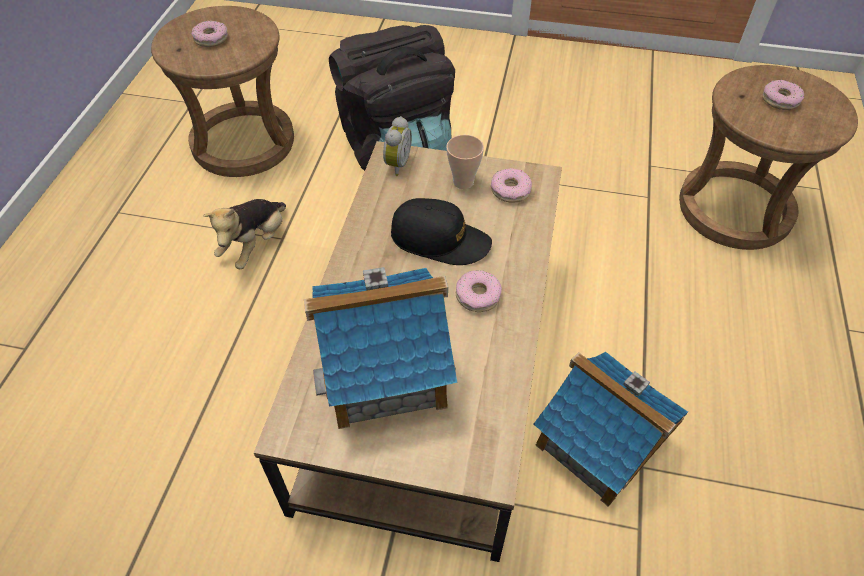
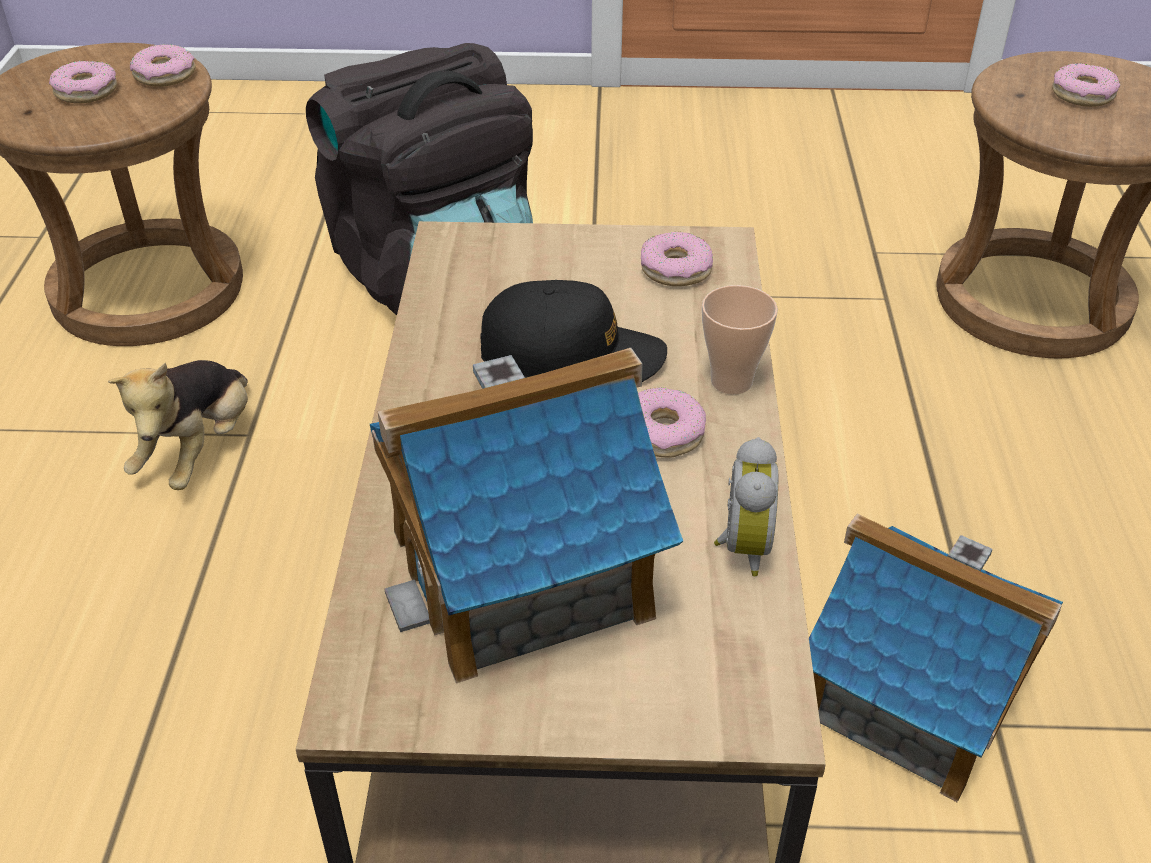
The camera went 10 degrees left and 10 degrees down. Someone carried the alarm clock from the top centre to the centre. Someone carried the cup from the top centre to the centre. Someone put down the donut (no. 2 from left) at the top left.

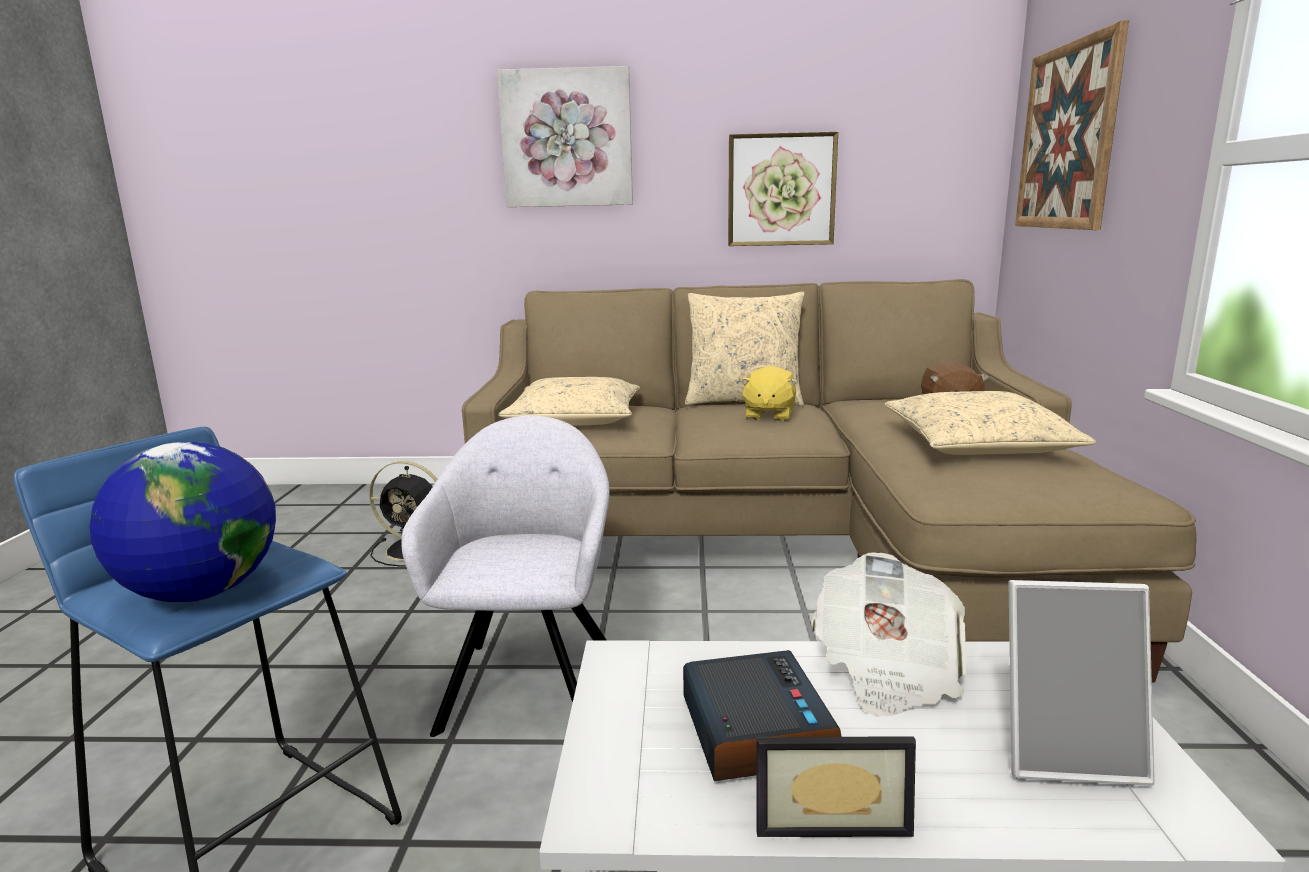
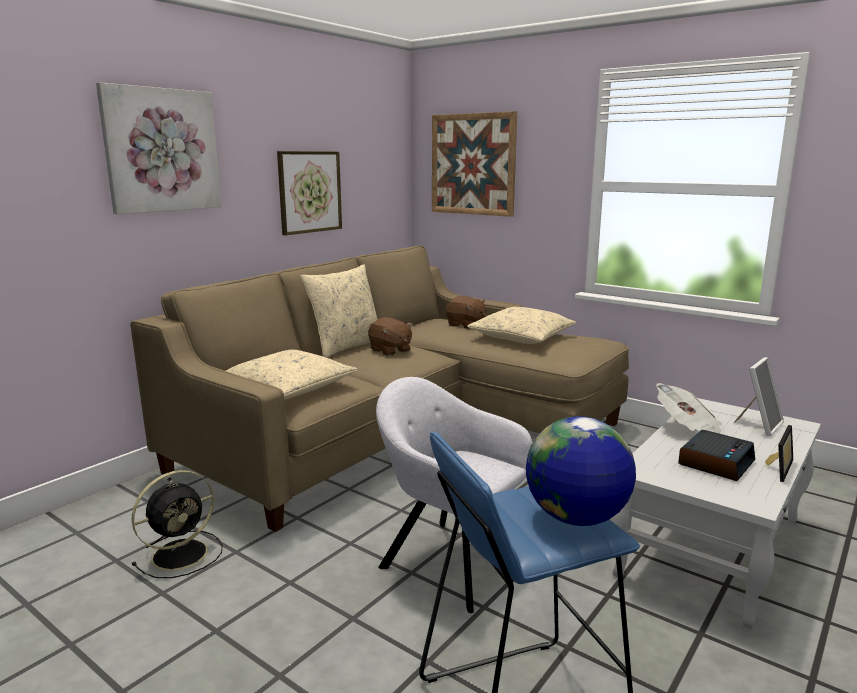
The camera went 55 degrees left and 0 degrees up. Someone rotated the alarm clock at the bottom centre by 105 degrees clockwise. Someone repainted the plush toy (yellow) at the centre, which became the plush toy (brown) (no. 1 from left) at the centre.

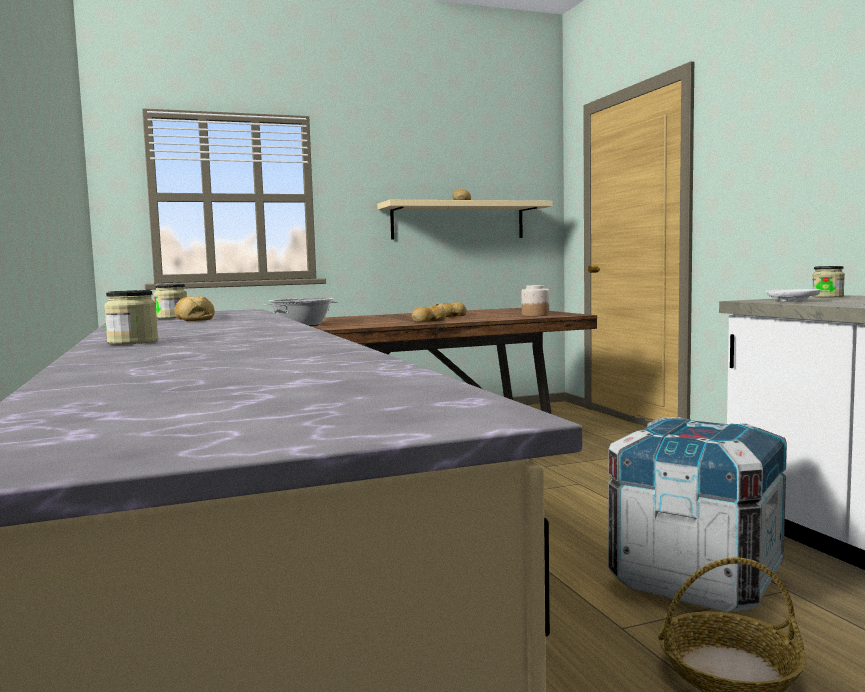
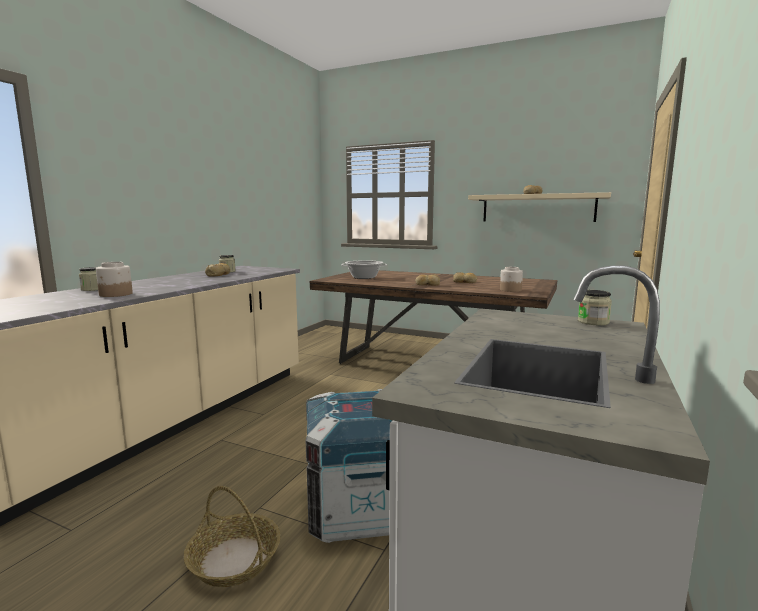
The camera went 45 degrees right and 5 degrees up. Someone took away the plate (white) at the middle right. Someone put down the jar (no. 2 from left) at the middle left.

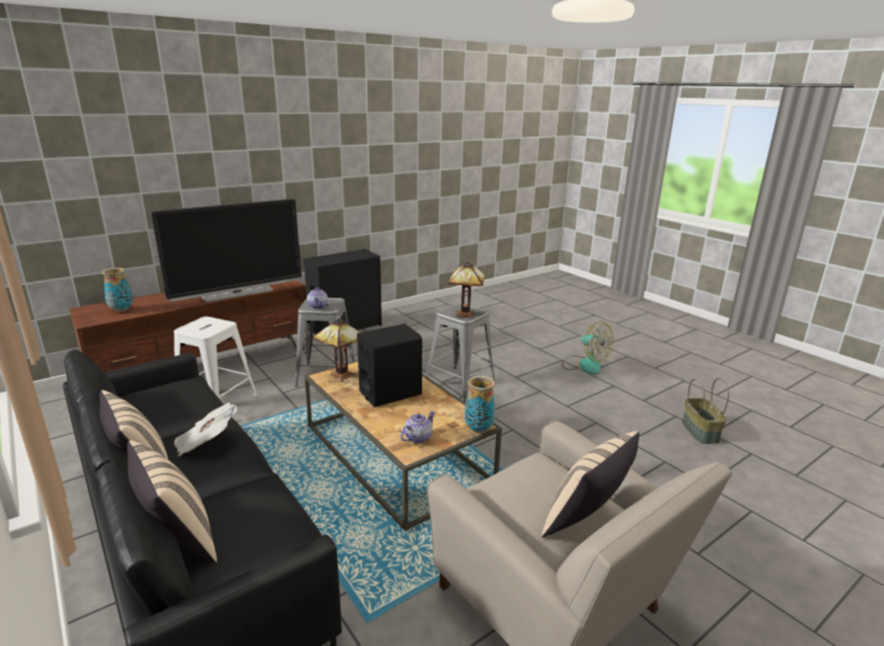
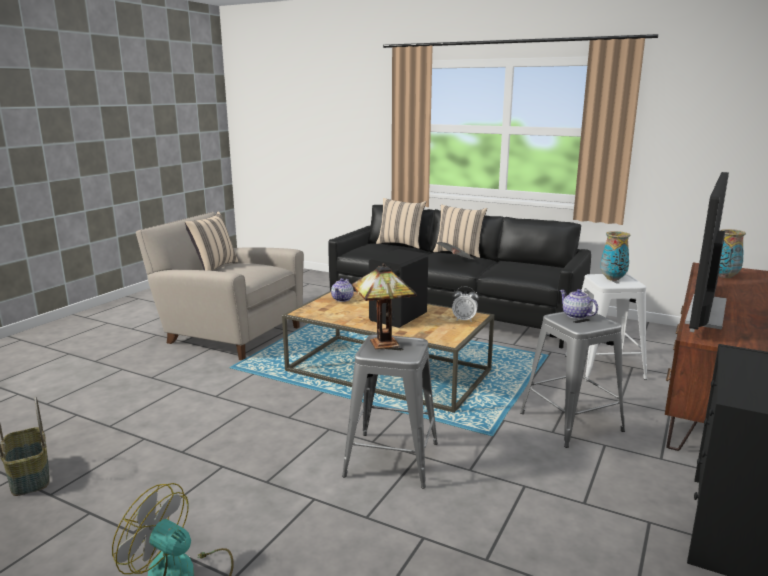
The camera went 155 degrees right and 5 degrees down. Someone swapped the table lamp (no. 1 from left) at the centre for the alarm clock at the centre. Someone carried the vase (no. 2 from left in the first image) from the centre to the middle right.

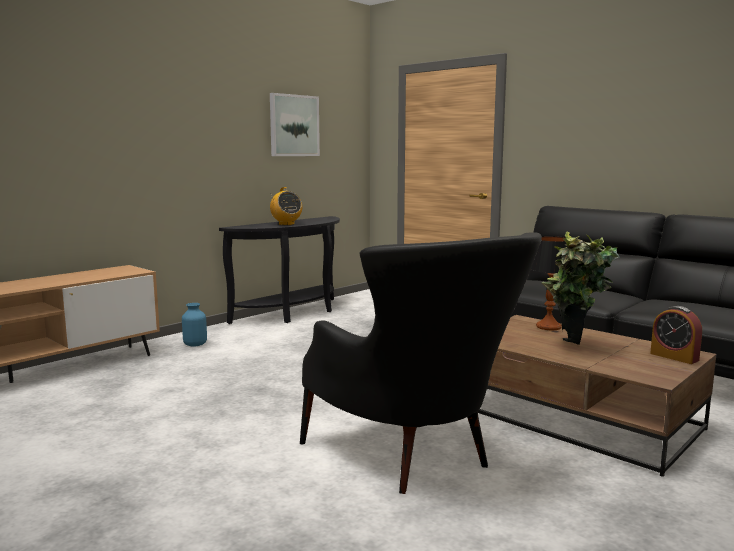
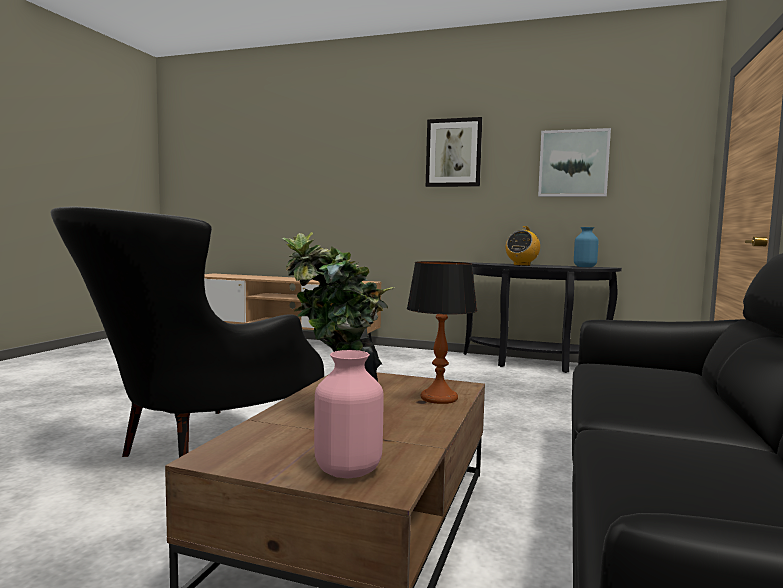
The camera went 65 degrees right and 5 degrees down. Someone carried the vase (blue) from the middle left to the middle right. Someone swapped the alarm clock at the middle right for the vase (pink) at the bottom centre. Someone put up the picture (no. 1 from left) at the top centre.

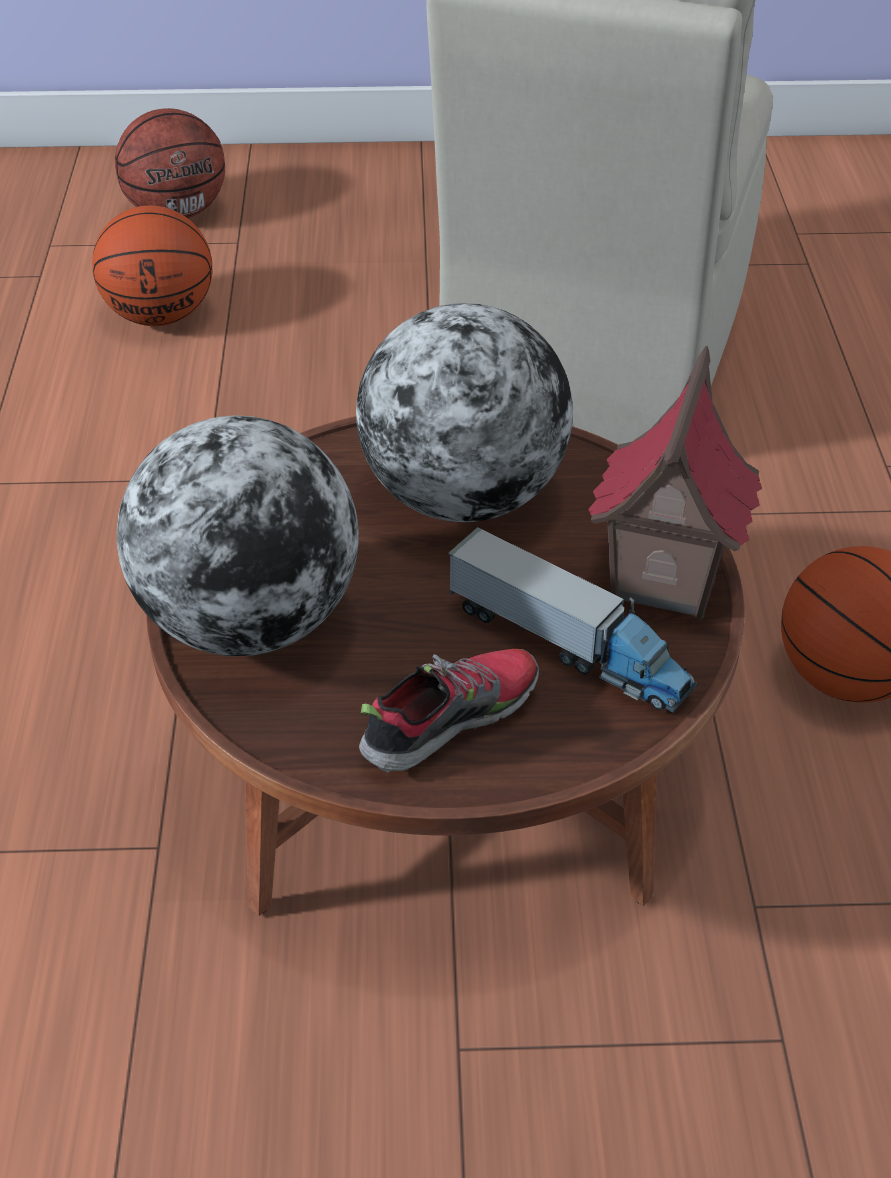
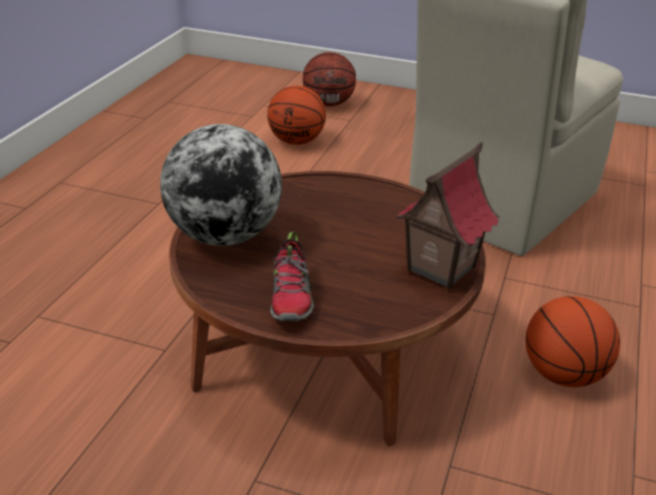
The camera went 20 degrees right and 10 degrees down. Someone took away the globe (no. 2 from left) at the centre. Someone rotated the shoe at the centre by 105 degrees clockwise. Someone took away the toy truck at the centre.

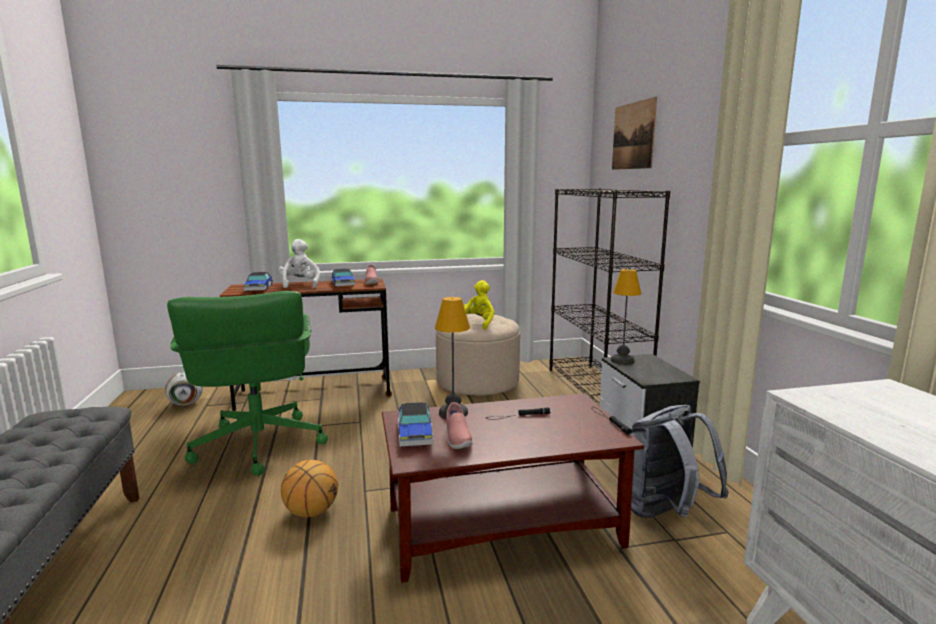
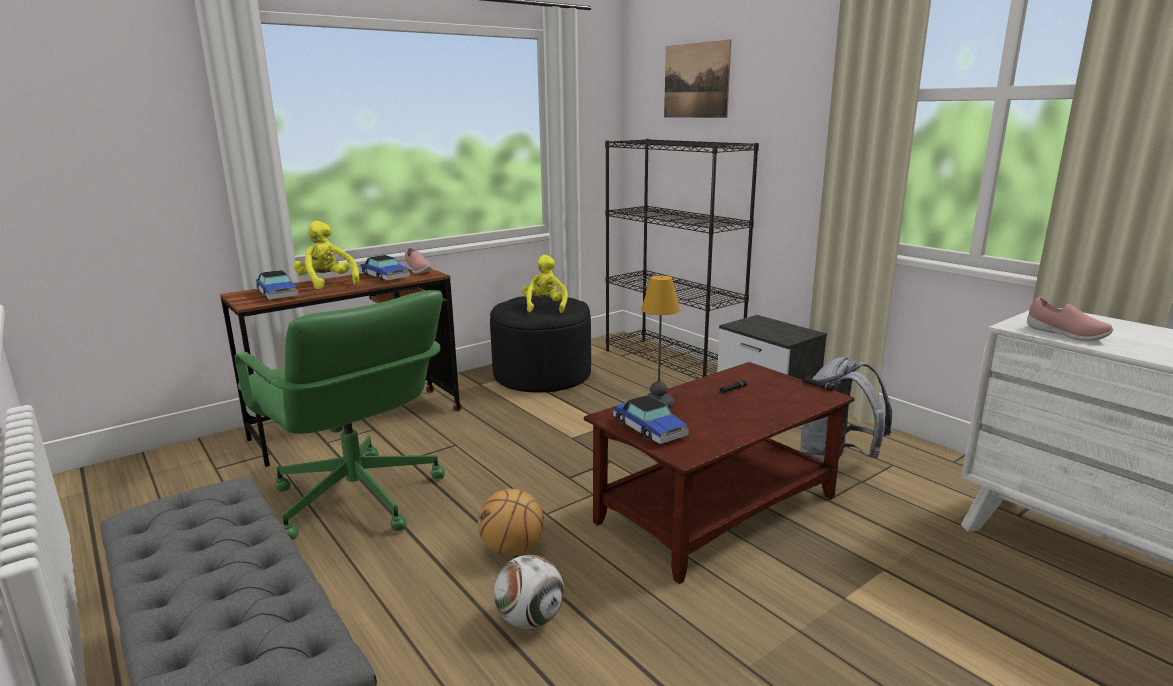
The camera went 25 degrees left and 5 degrees up. Someone carried the football from the middle left to the bottom centre. Someone repainted the plush toy (white) at the middle left, which became the plush toy (yellow) (no. 1 from left) at the middle left. Someone repainted the ottoman (beige) at the centre, which became the ottoman (black) at the centre. Someone carried the shoe (pink) (no. 2 from left) from the bottom centre to the middle right. Someone took away the table lamp (no. 2 from left) at the middle right.

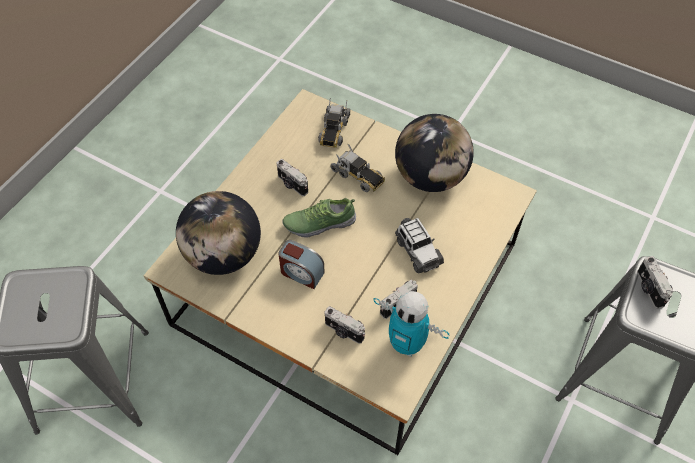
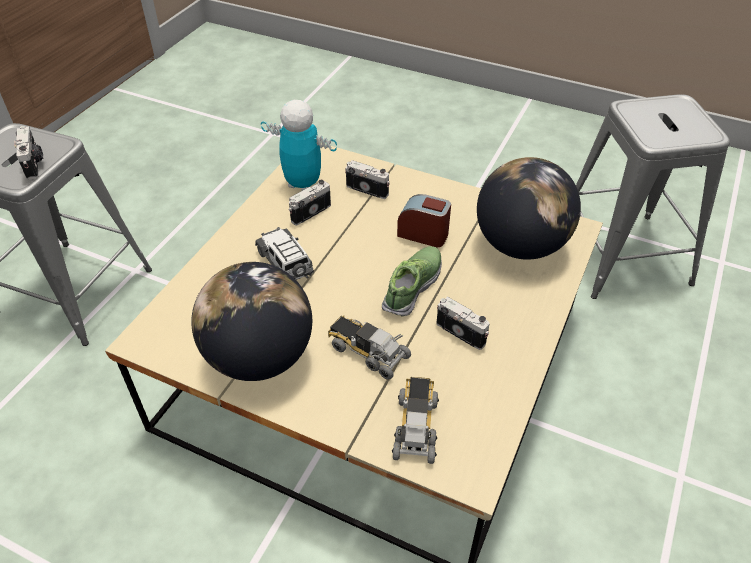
The camera went 175 degrees right and 10 degrees down. Someone rotated the shoe at the centre by 45 degrees counterclockwise.

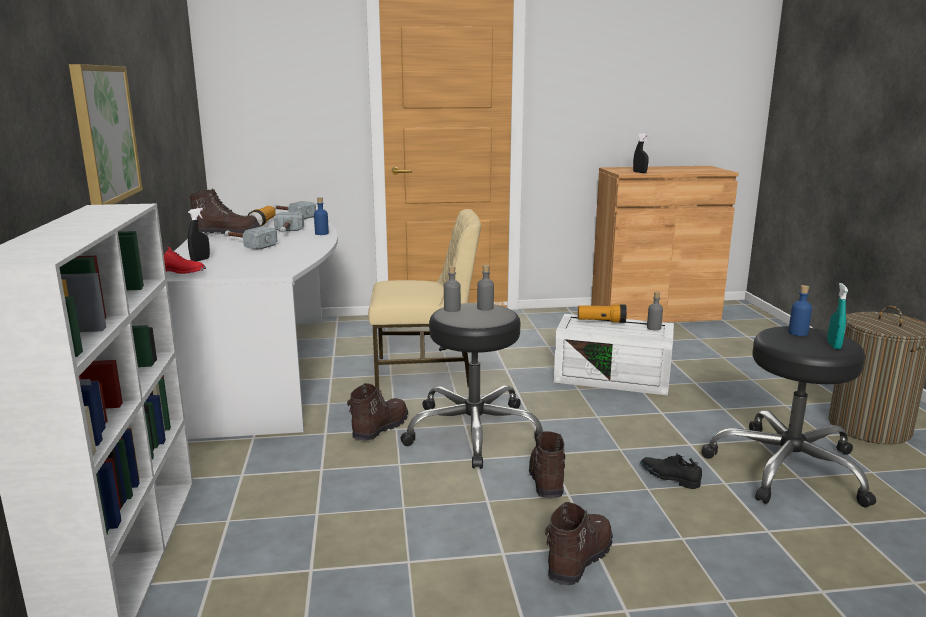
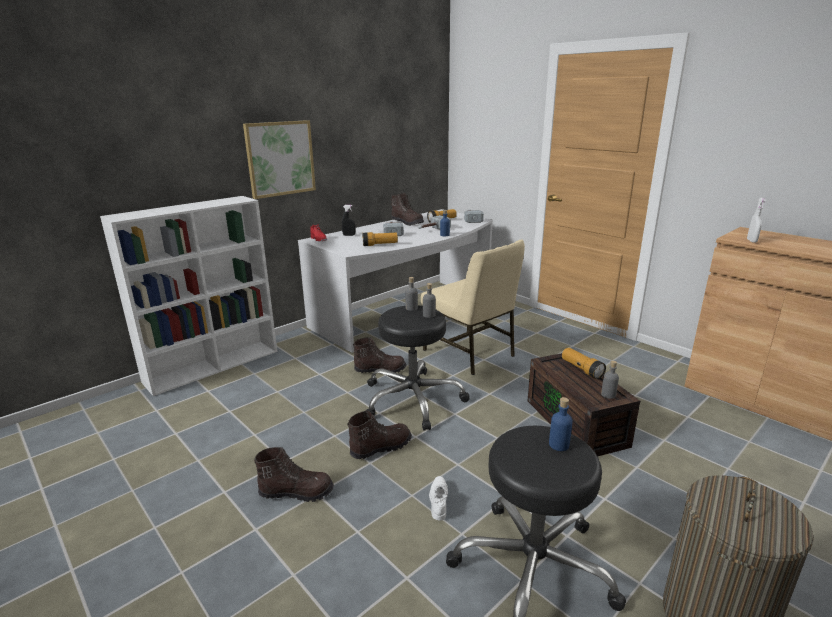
The camera went 55 degrees right and 5 degrees up. Someone repainted the storage box (white) at the centre, which became the storage box (brown) at the middle right. Someone repainted the spray bottle (black) (no. 2 from left) at the top right, which became the spray bottle (white) at the middle right. Someone repainted the shoe (black) at the bottom right, which became the shoe (white) at the bottom centre. Someone took away the spray bottle (turquoise) at the middle right. Someone put down the flashlight (no. 1 from left) at the centre.

